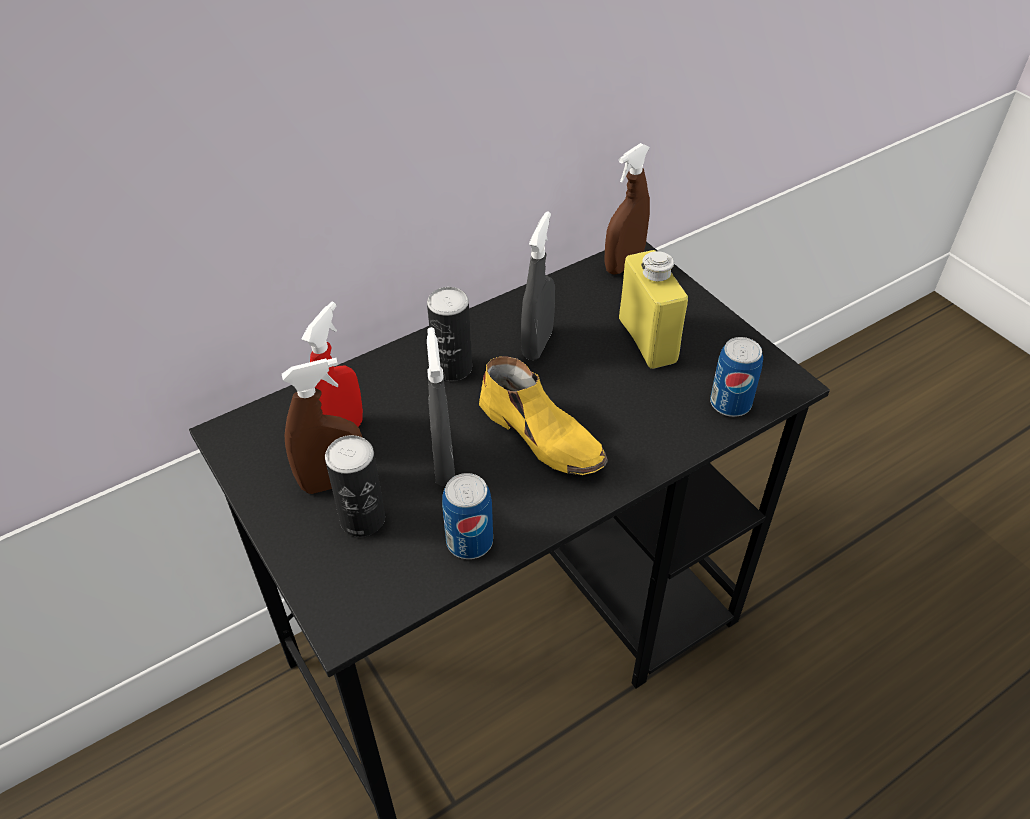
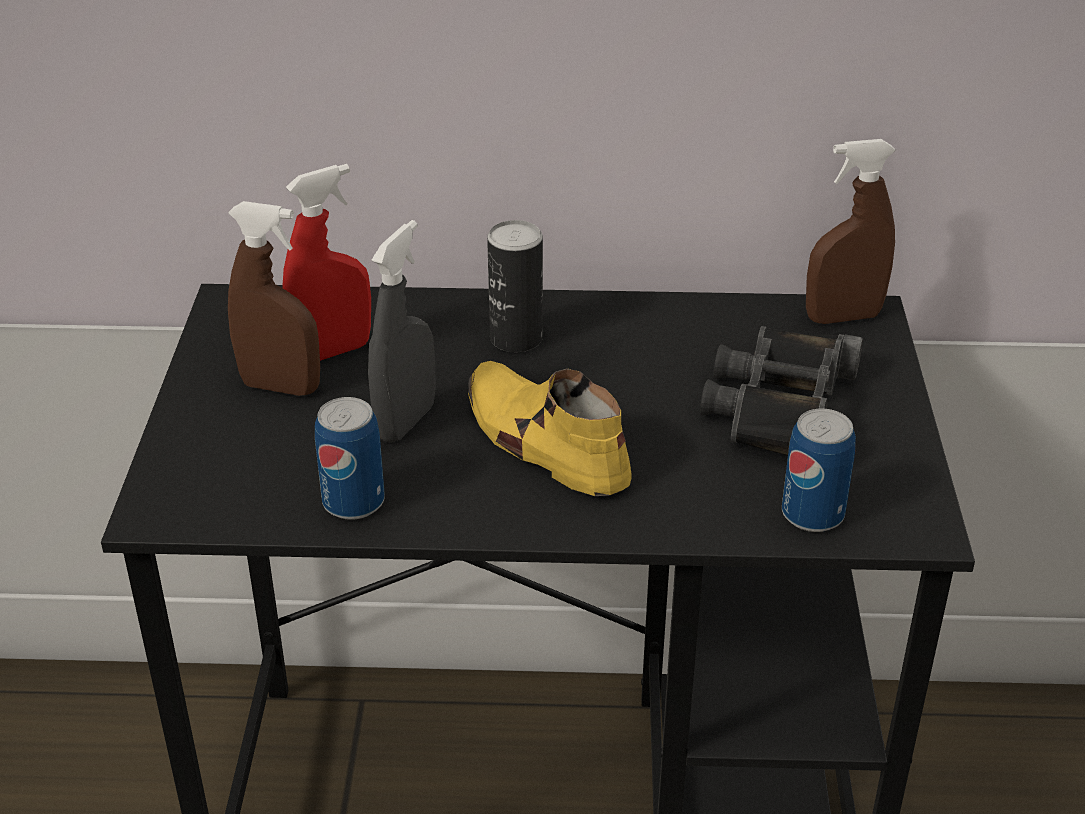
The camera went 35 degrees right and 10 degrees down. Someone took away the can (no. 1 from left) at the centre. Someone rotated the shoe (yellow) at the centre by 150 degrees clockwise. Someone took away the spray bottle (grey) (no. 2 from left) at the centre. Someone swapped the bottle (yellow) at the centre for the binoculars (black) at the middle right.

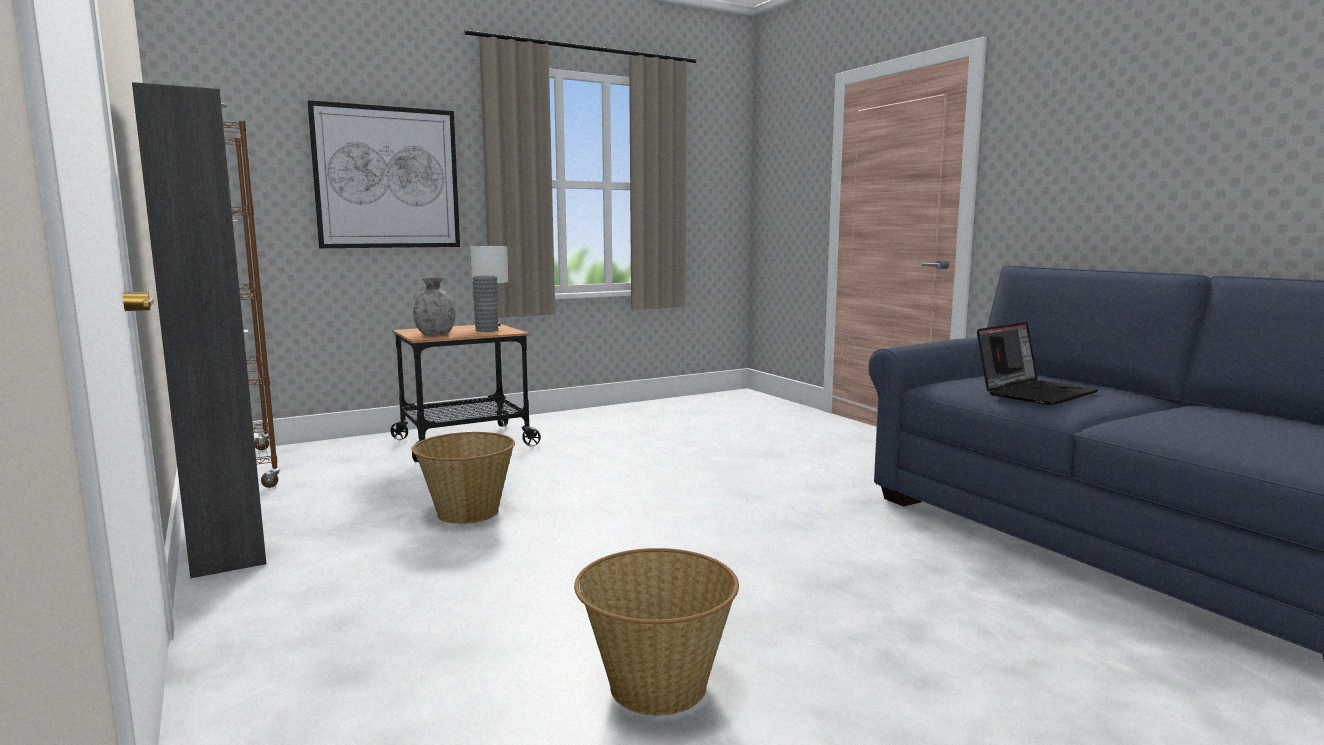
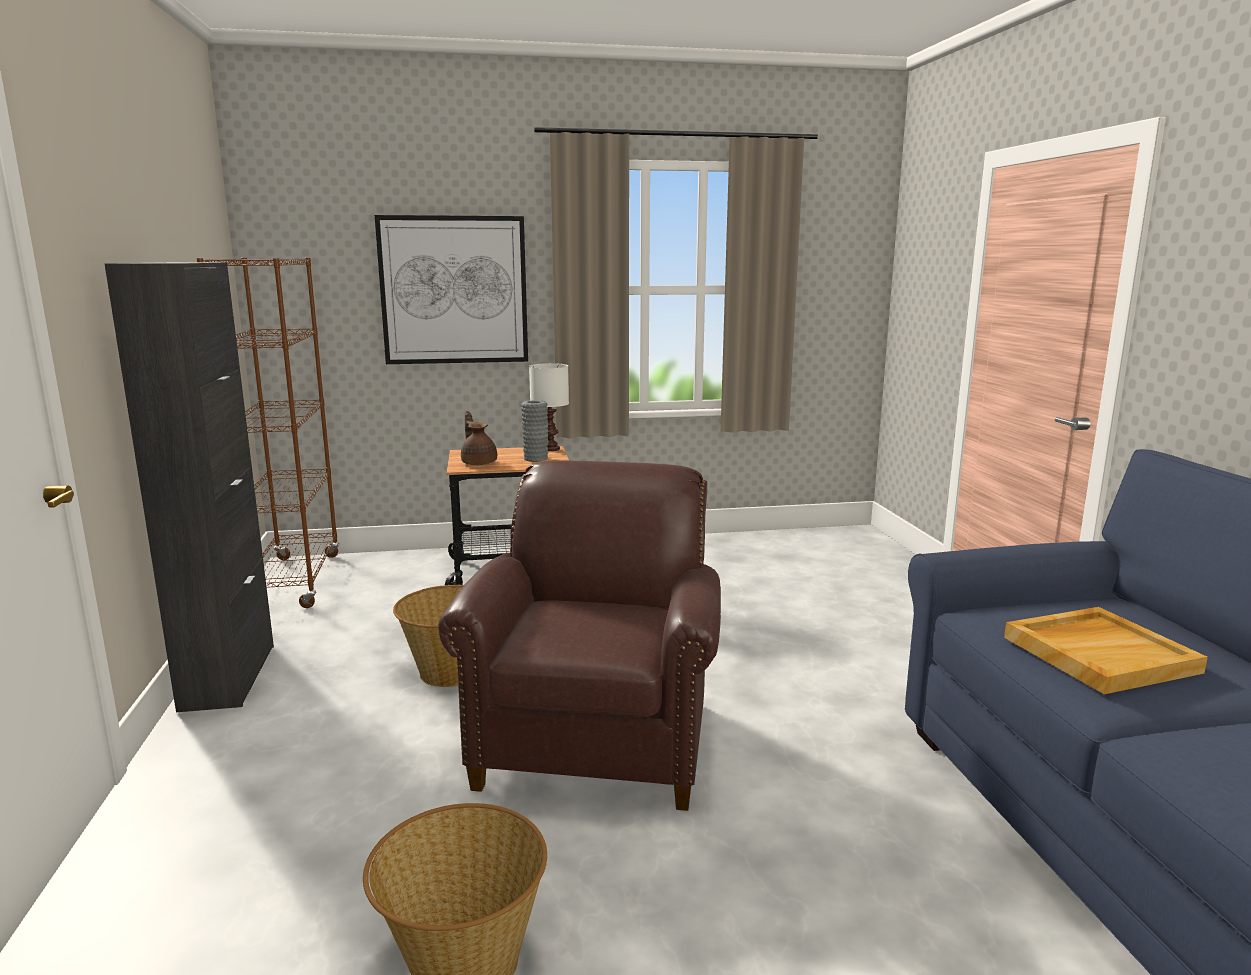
The camera went 20 degrees right and 5 degrees up. Someone swapped the vase (grey) (no. 1 from left) at the middle left for the teapot (brown) at the centre. Someone swapped the laptop at the middle right for the tray (beige) at the bottom right. Someone put down the armchair (brown) at the centre.

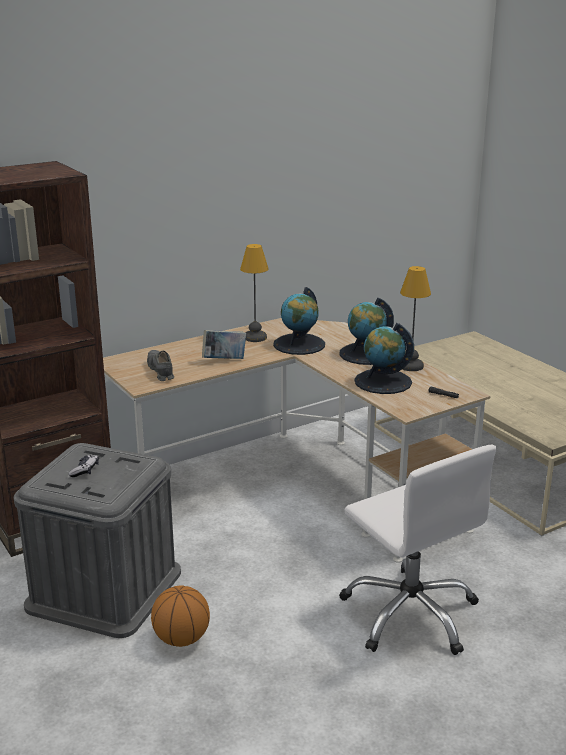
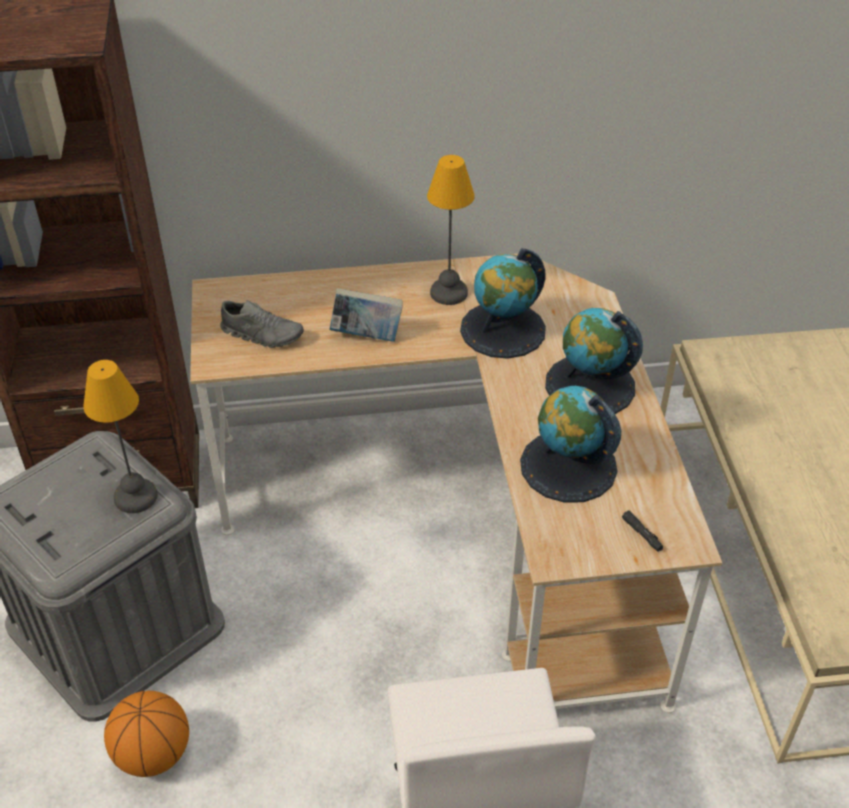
The camera went 25 degrees right and 20 degrees up. Someone took away the game controller at the middle left. Someone rotated the shoe (grey) at the middle left by 105 degrees clockwise. Someone carried the table lamp (no. 2 from left in the first image) from the middle right to the middle left.

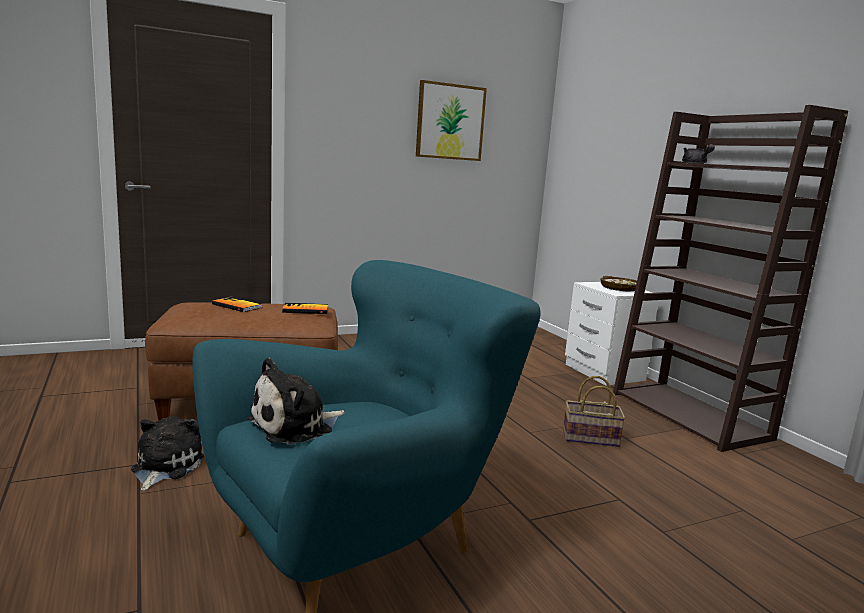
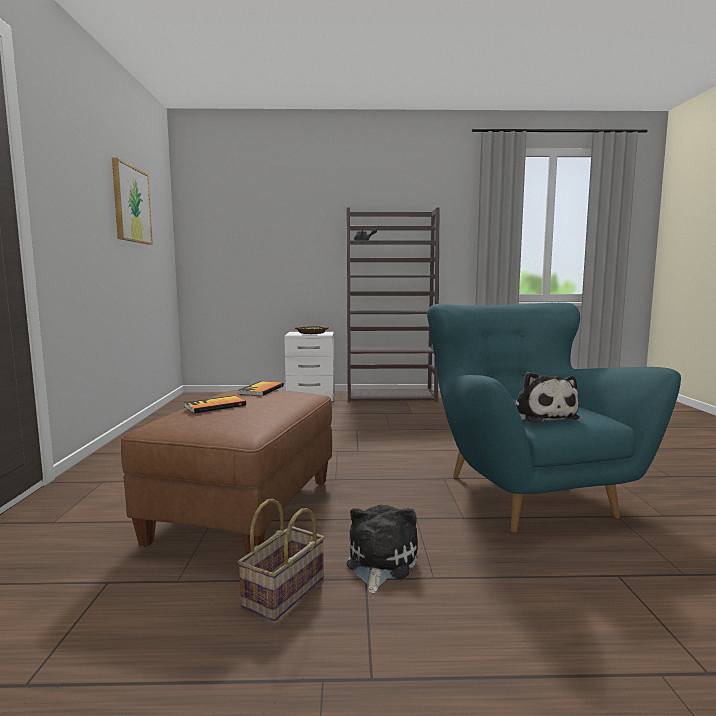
The camera went 65 degrees left and 5 degrees down. Someone rotated the plush toy (no. 1 from left) at the bottom left by 75 degrees clockwise. Someone carried the basket from the bottom right to the bottom centre.

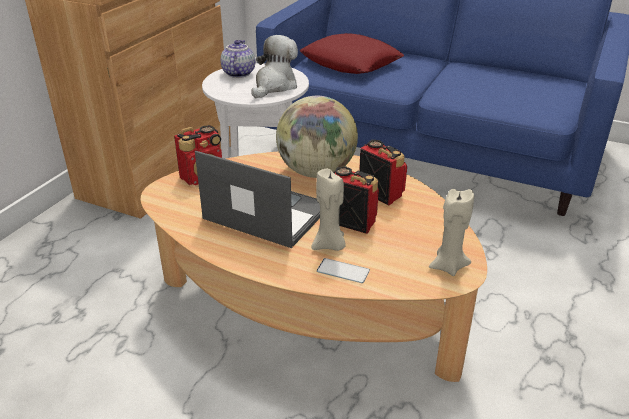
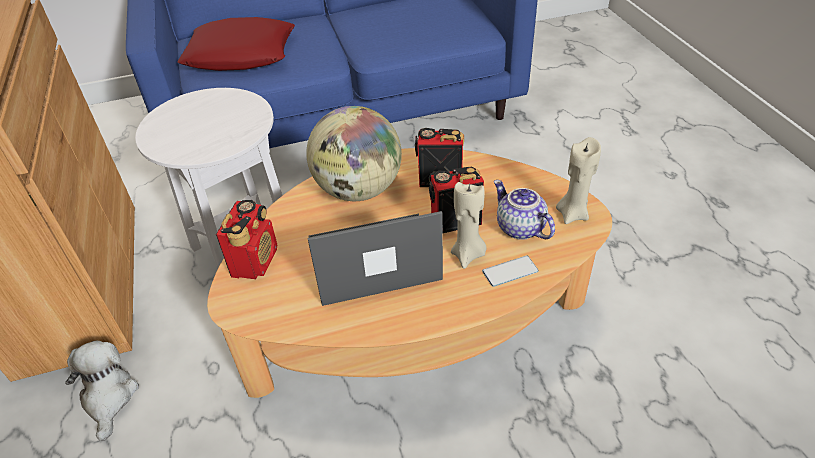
The camera went 40 degrees left and 10 degrees up. Someone carried the teapot from the top centre to the centre. Someone carried the plush toy from the top centre to the bottom left.

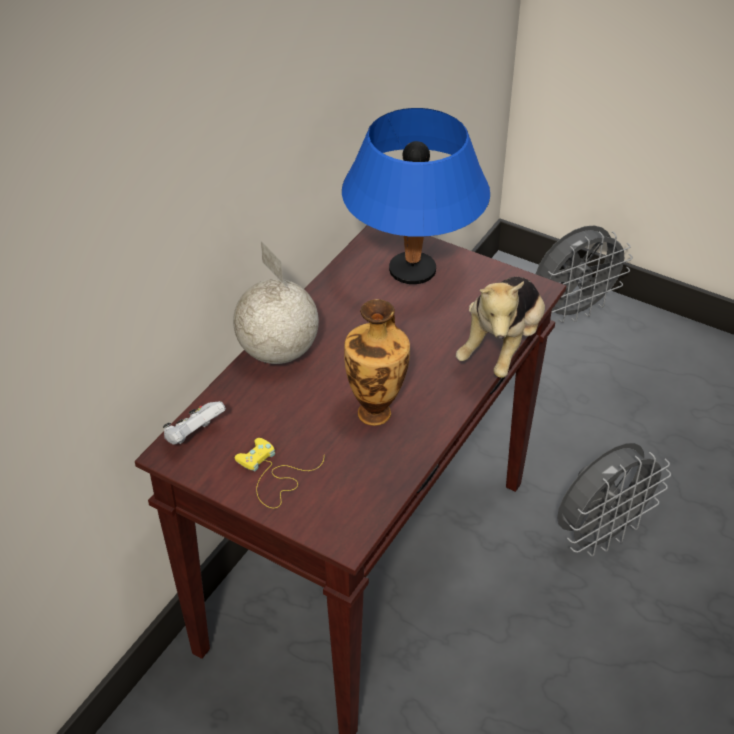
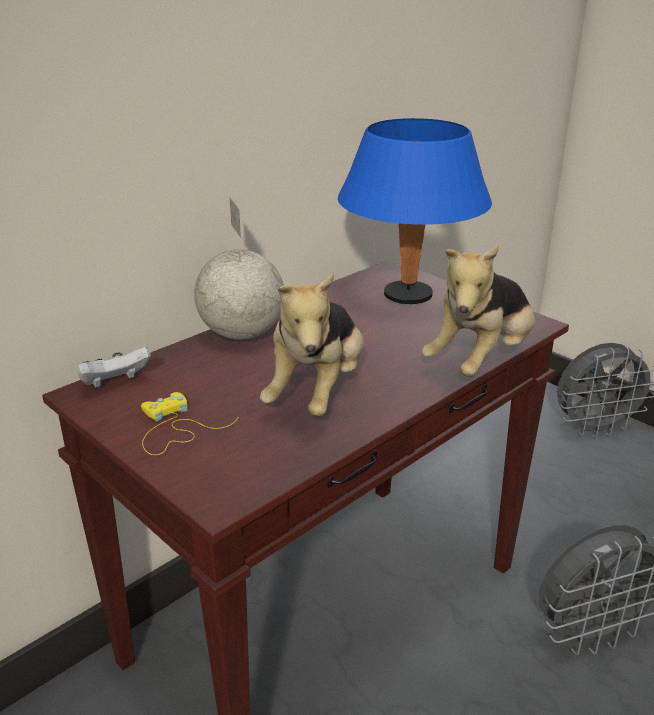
The camera went 15 degrees right and 15 degrees down. Someone swapped the vase at the centre for the plush toy (no. 1 from left) at the centre.

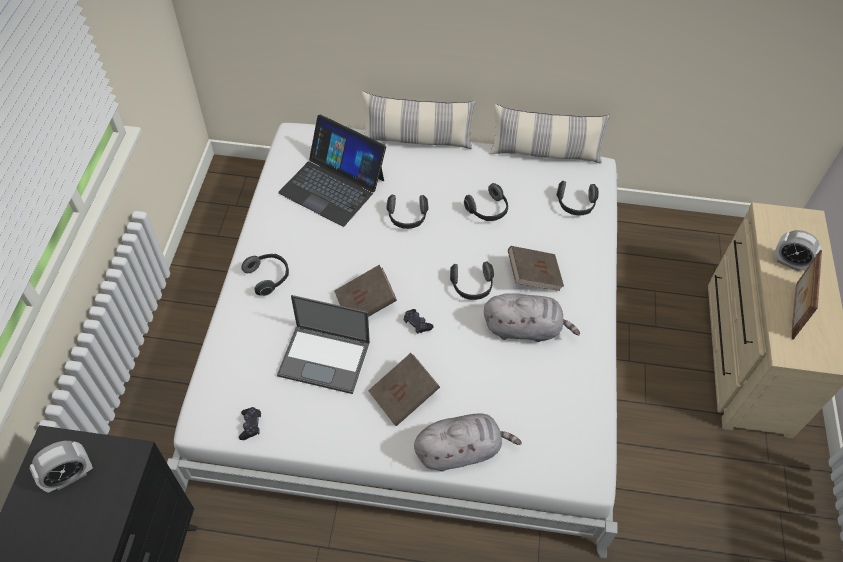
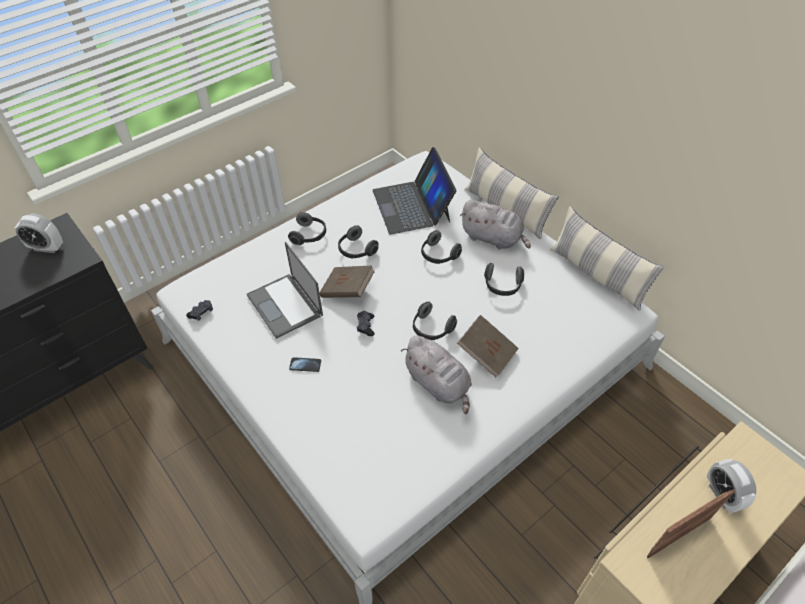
The camera went 45 degrees right and 5 degrees down. Someone swapped the book (brown) (no. 2 from left) at the bottom centre for the phone at the centre. Someone carried the plush toy (grey) (no. 1 from left in the first image) from the bottom centre to the centre. Someone carried the headphones (no. 5 from left in the first image) from the middle right to the centre.

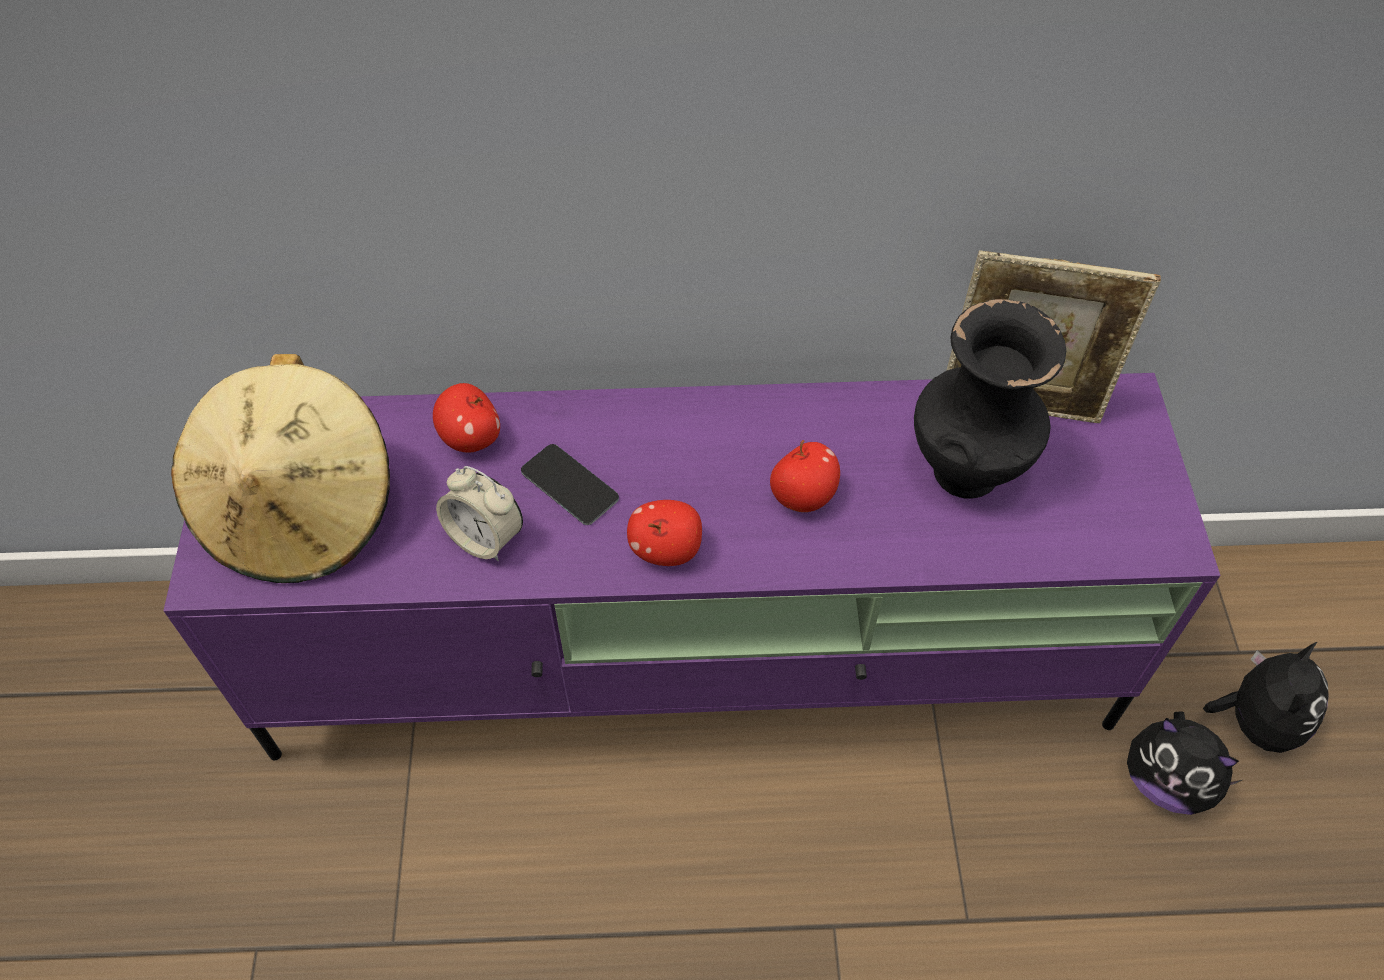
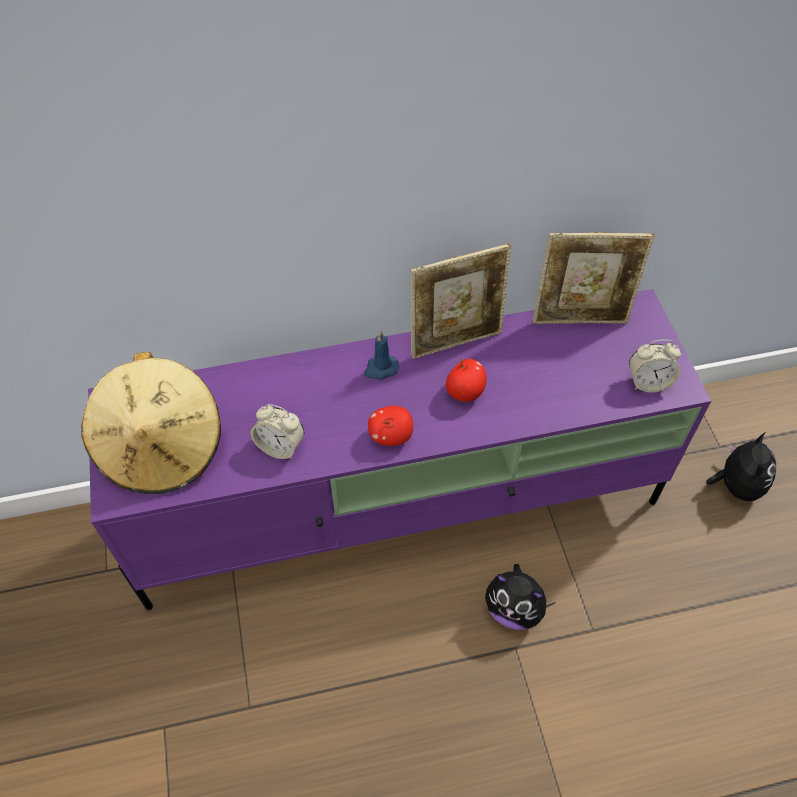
The camera went 10 degrees left and 0 degrees up. Someone took away the apple (no. 1 from left) at the centre. Someone took away the phone at the centre. Someone took away the vase (black) at the middle right. Someone carried the plush toy (no. 1 from left) from the bottom right to the bottom centre. Someone put down the candle (blue) at the centre. Someone put down the picture frame (no. 1 from left) at the centre. Someone put down the alarm clock (no. 2 from left) at the middle right.

